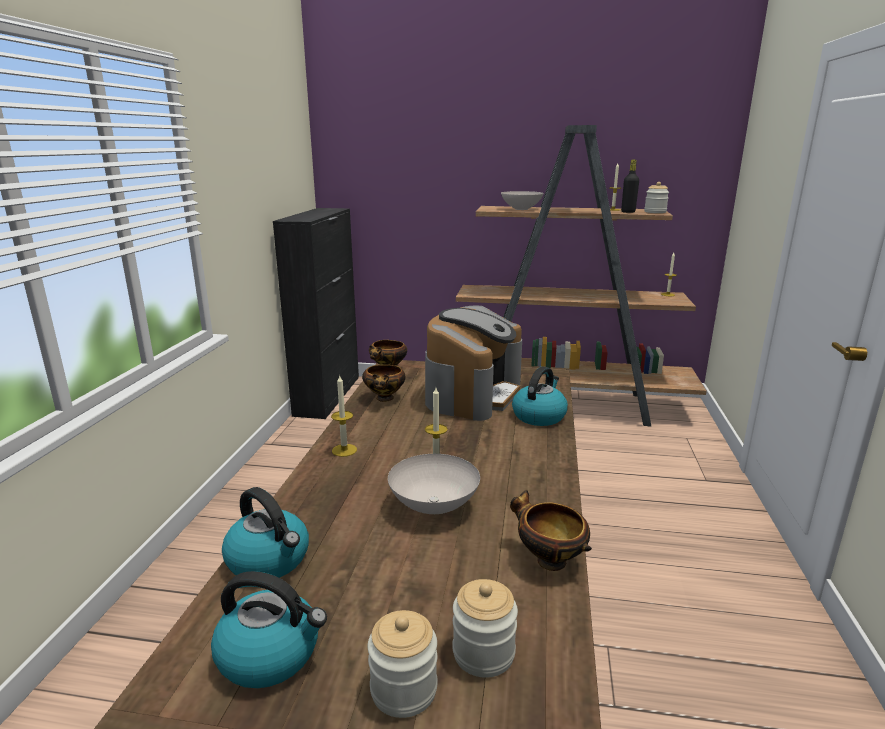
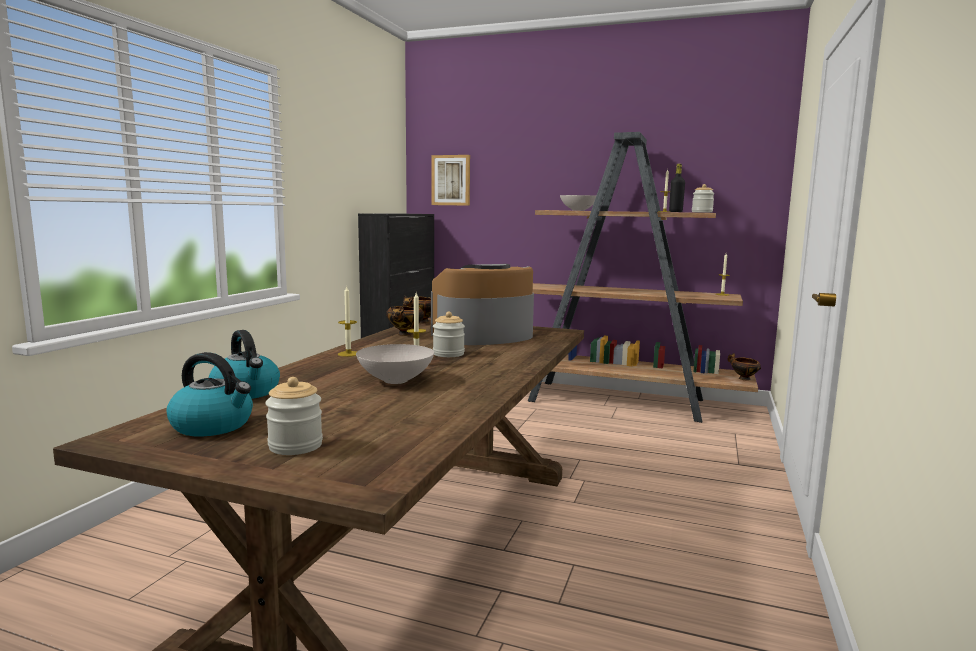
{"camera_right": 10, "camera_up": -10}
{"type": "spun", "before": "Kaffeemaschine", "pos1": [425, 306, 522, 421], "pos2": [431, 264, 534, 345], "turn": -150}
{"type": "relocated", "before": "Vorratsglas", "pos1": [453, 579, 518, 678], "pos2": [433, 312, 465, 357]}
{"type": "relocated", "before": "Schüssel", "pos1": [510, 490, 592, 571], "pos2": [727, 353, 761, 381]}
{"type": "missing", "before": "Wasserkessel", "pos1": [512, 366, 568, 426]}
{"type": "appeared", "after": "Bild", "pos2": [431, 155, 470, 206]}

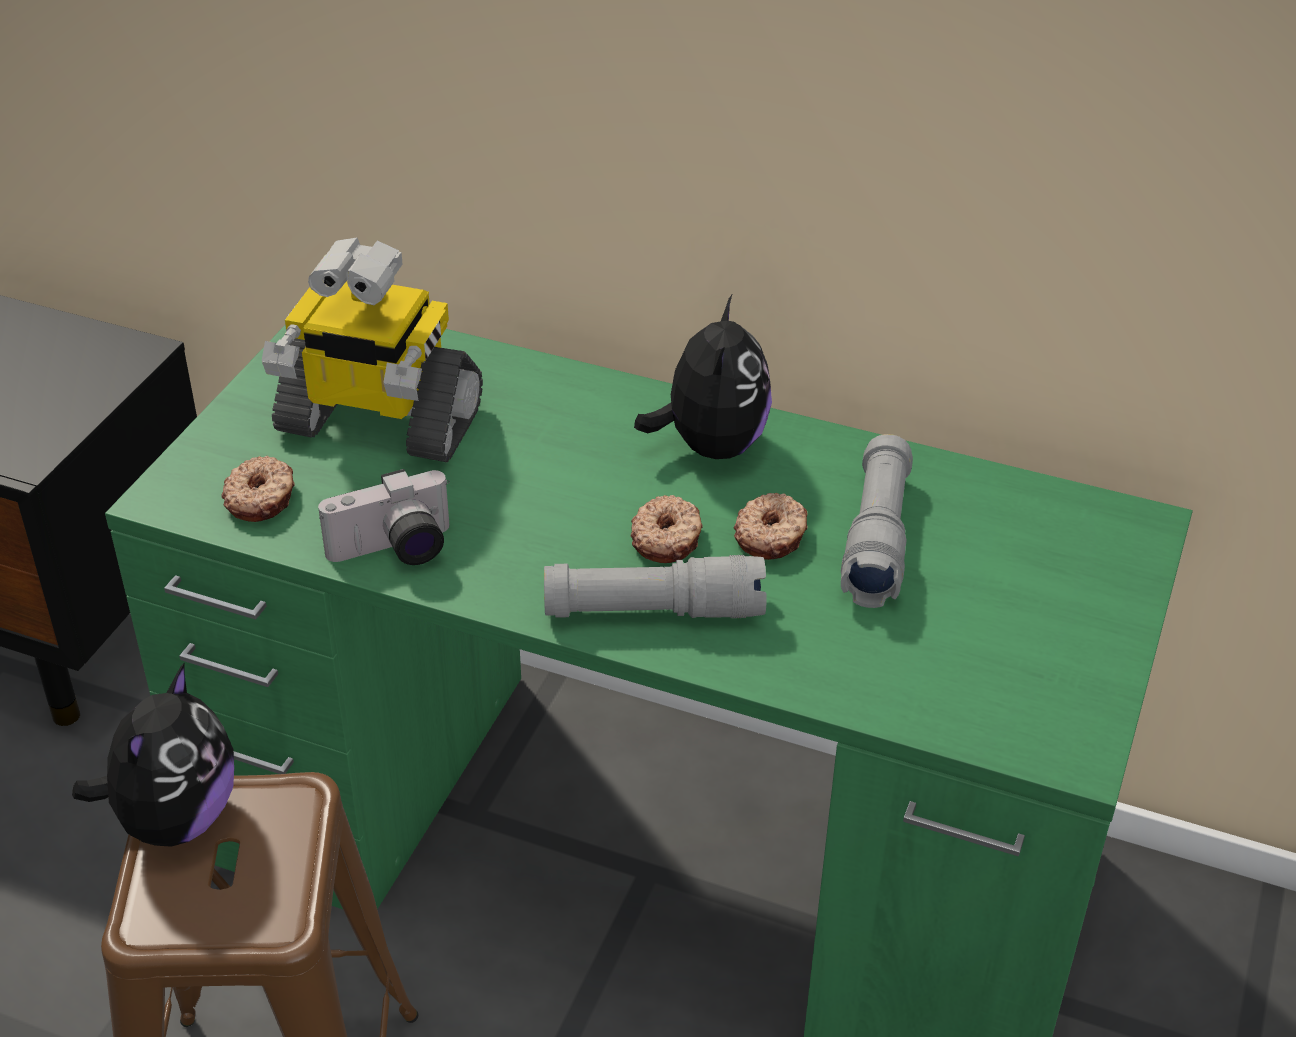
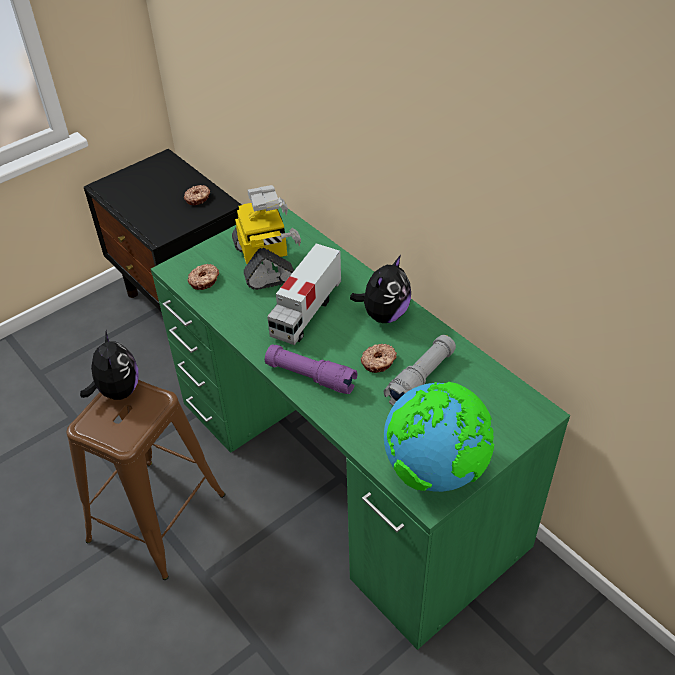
{"camera_right": 30, "camera_up": 5}
{"type": "spun", "before": "Plüschtier", "pos1": [72, 663, 234, 847], "pos2": [80, 330, 139, 400], "turn": -60}
{"type": "spun", "before": "Spielzeugroboter", "pos1": [262, 238, 483, 462], "pos2": [232, 185, 301, 290], "turn": -150}
{"type": "missing", "before": "Kamera", "pos1": [318, 469, 450, 565]}
{"type": "colour", "before": "Taschenlampe [grau]", "after": "Taschenlampe [lila]", "pos1": [544, 555, 767, 618], "pos2": [265, 344, 357, 394]}
{"type": "relocated", "before": "Donut", "pos1": [631, 495, 703, 563], "pos2": [184, 185, 210, 205]}
{"type": "appeared", "after": "Spielzeuglaster", "pos2": [267, 244, 341, 345]}
{"type": "appeared", "after": "Globus", "pos2": [384, 382, 494, 492]}

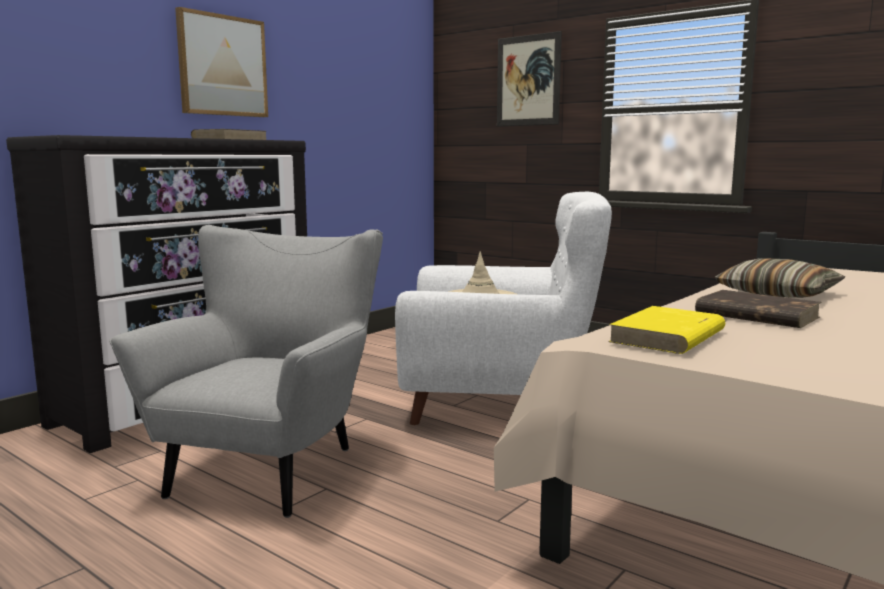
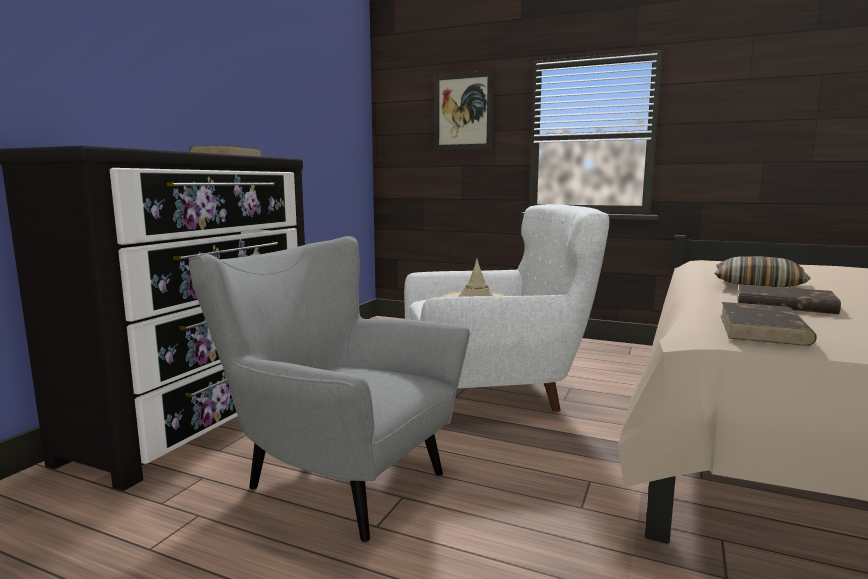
{"camera_right": -15, "camera_up": 0}
{"type": "spun", "before": "Sessel [grau]", "pos1": [109, 225, 383, 518], "pos2": [189, 236, 470, 543], "turn": -60}
{"type": "missing", "before": "Bild", "pos1": [175, 7, 268, 117]}
{"type": "colour", "before": "Buch [gelb]", "after": "Buch [braun]", "pos1": [608, 306, 725, 354], "pos2": [720, 302, 817, 346]}

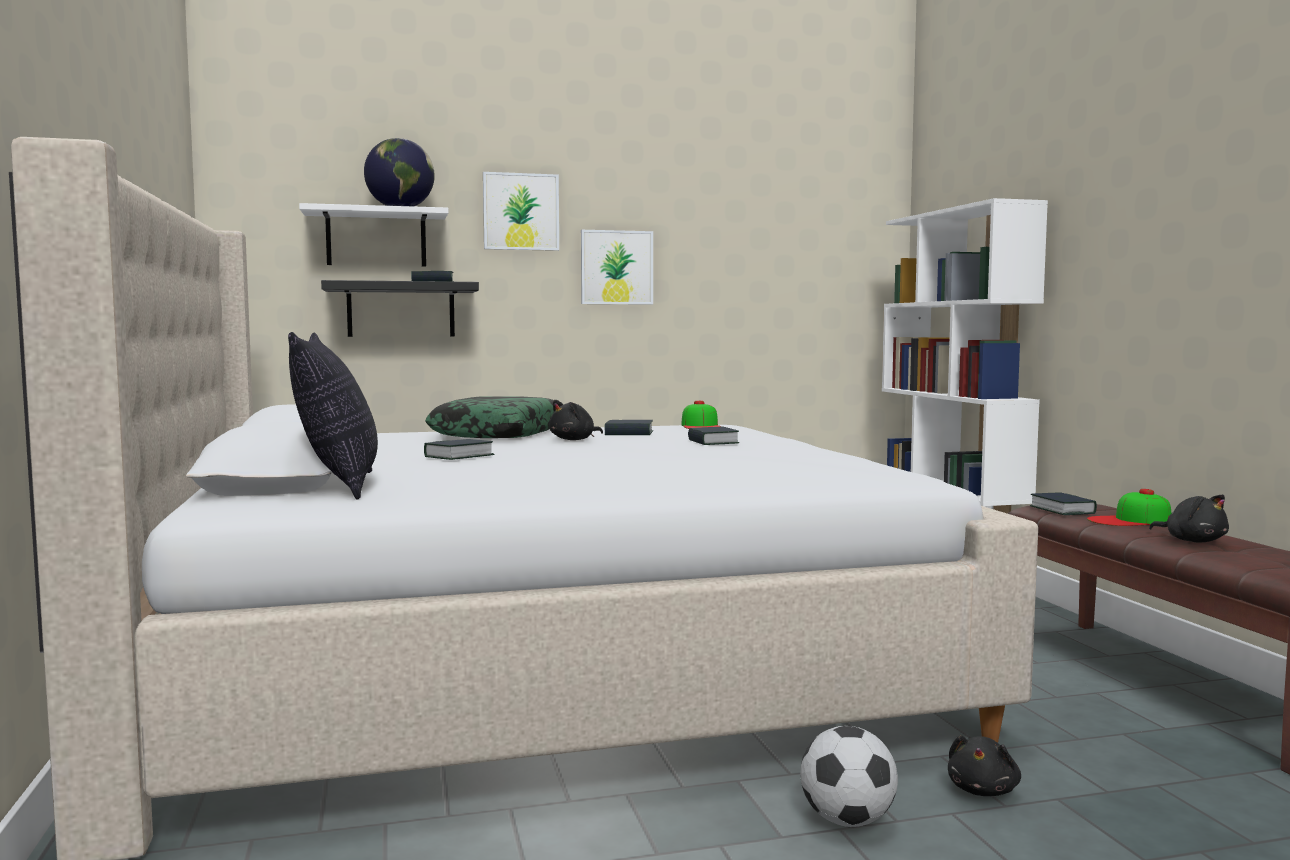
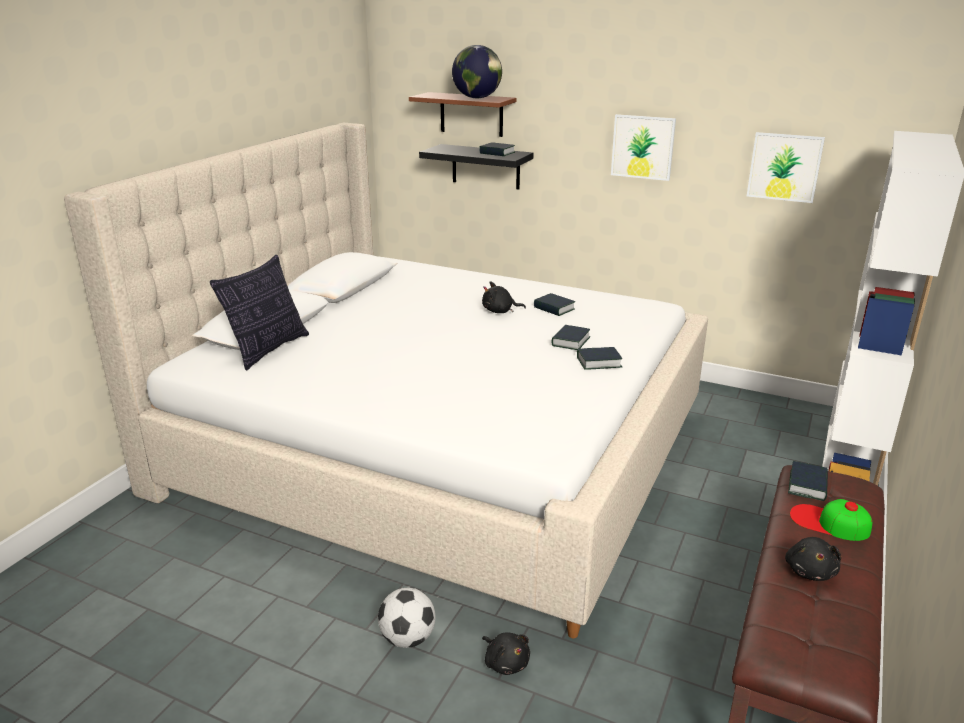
{"camera_right": 40, "camera_up": 20}
{"type": "colour", "before": "Wandregal [weiß]", "after": "Wandregal [braun]", "pos1": [299, 203, 449, 267], "pos2": [409, 92, 516, 137]}
{"type": "relocated", "before": "Buch", "pos1": [424, 439, 495, 460], "pos2": [577, 347, 622, 370]}
{"type": "missing", "before": "Kissen", "pos1": [425, 396, 554, 438]}
{"type": "relocated", "before": "Bild", "pos1": [483, 172, 559, 251], "pos2": [747, 132, 825, 203]}
{"type": "missing", "before": "Kappe", "pos1": [681, 401, 722, 429]}
{"type": "spun", "before": "Plüschtier [schwarz]", "pos1": [948, 735, 1021, 796], "pos2": [482, 632, 530, 675], "turn": -105}

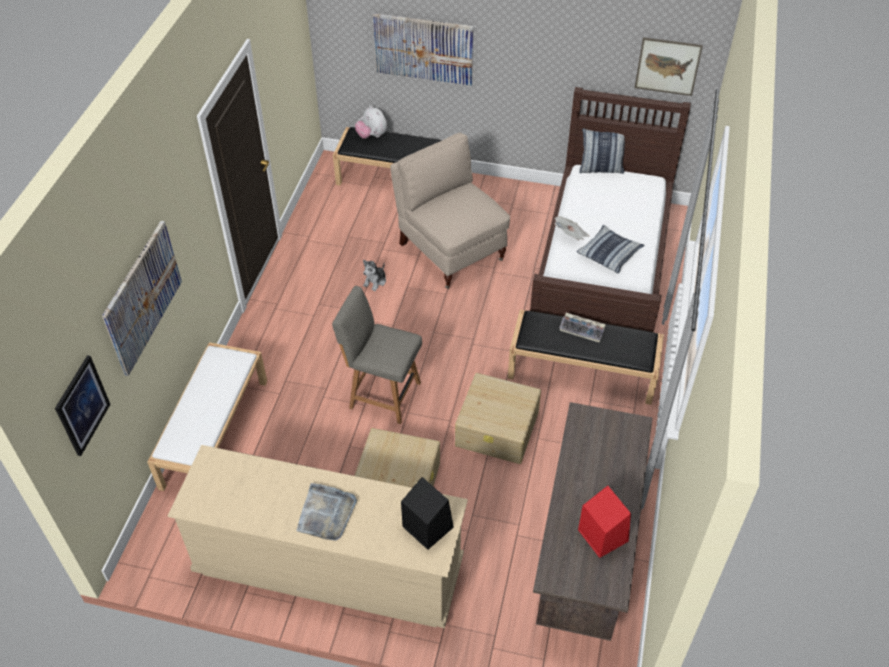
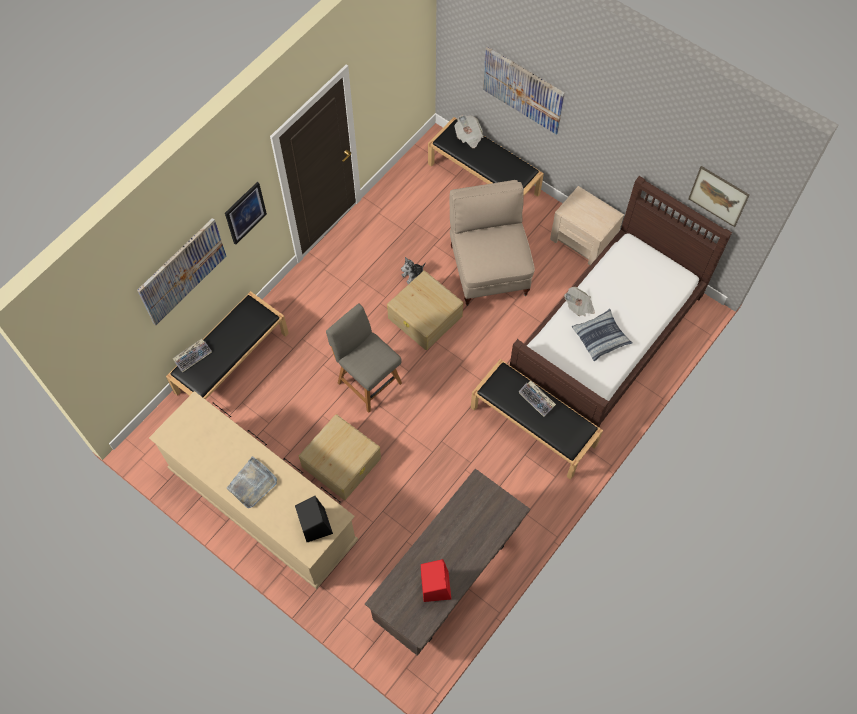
{"camera_right": 25, "camera_up": 15}
{"type": "relocated", "before": "Bild", "pos1": [55, 355, 110, 456], "pos2": [225, 182, 267, 245]}
{"type": "colour", "before": "Bank [weiß]", "after": "Bank [schwarz]", "pos1": [147, 342, 267, 491], "pos2": [166, 291, 289, 400]}
{"type": "exchanged", "before": "Plüschtier", "after": "Zeitung", "pos1": [355, 106, 387, 139], "pos2": [454, 115, 484, 148]}
{"type": "relocated", "before": "Aufbewahrungsbox [beige]", "pos1": [455, 373, 541, 464], "pos2": [387, 271, 464, 350]}
{"type": "missing", "before": "Kissen", "pos1": [579, 128, 625, 174]}
{"type": "appeared", "after": "Tastatur", "pos2": [172, 339, 212, 372]}
{"type": "appeared", "after": "Nachttisch [beige]", "pos2": [550, 186, 624, 265]}

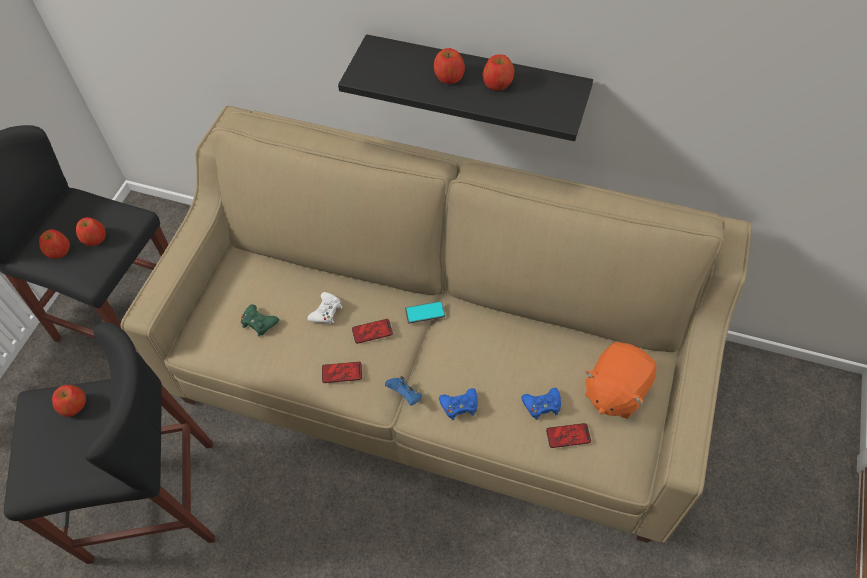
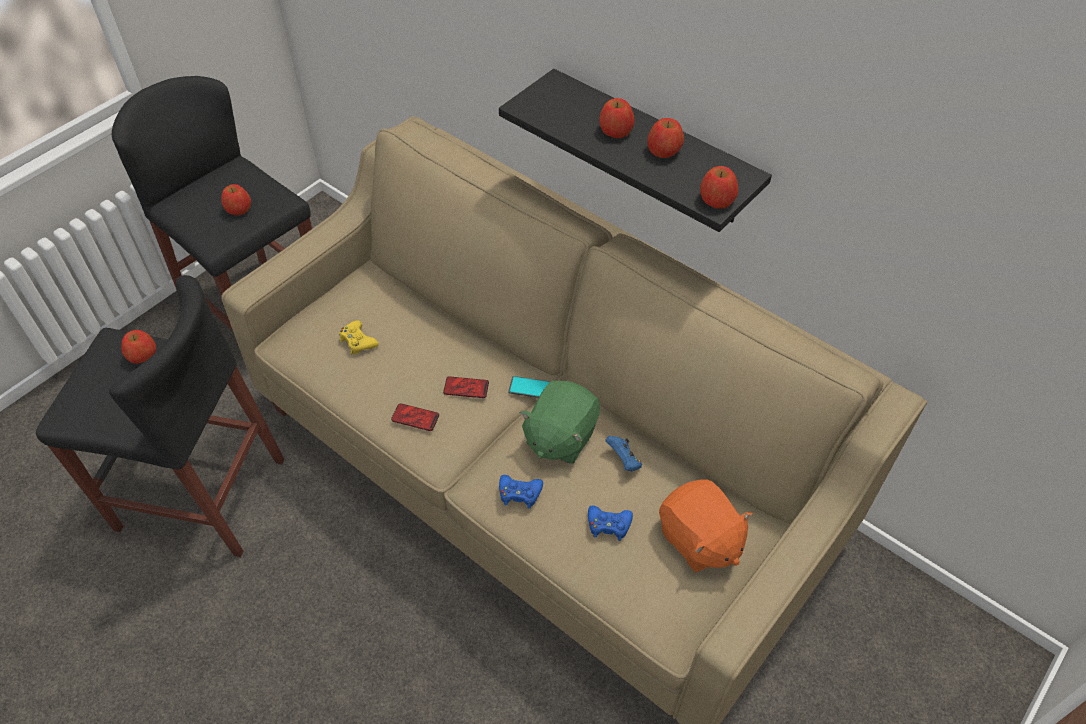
{"camera_right": 20, "camera_up": -5}
{"type": "relocated", "before": "Apfel", "pos1": [39, 229, 70, 259], "pos2": [700, 166, 738, 209]}
{"type": "colour", "before": "Gamepad [grün]", "after": "Gamepad [gelb]", "pos1": [241, 304, 279, 337], "pos2": [339, 320, 379, 355]}
{"type": "missing", "before": "Gamepad [weiß]", "pos1": [307, 292, 343, 324]}
{"type": "relocated", "before": "Gamepad [blau]", "pos1": [385, 376, 422, 405], "pos2": [605, 436, 642, 471]}
{"type": "missing", "before": "Handy", "pos1": [546, 423, 591, 448]}
{"type": "spun", "before": "Plüschtier [orange]", "pos1": [585, 342, 657, 419], "pos2": [659, 479, 753, 572], "turn": -90}
{"type": "appeared", "after": "Plüschtier [grün]", "pos2": [519, 381, 600, 464]}

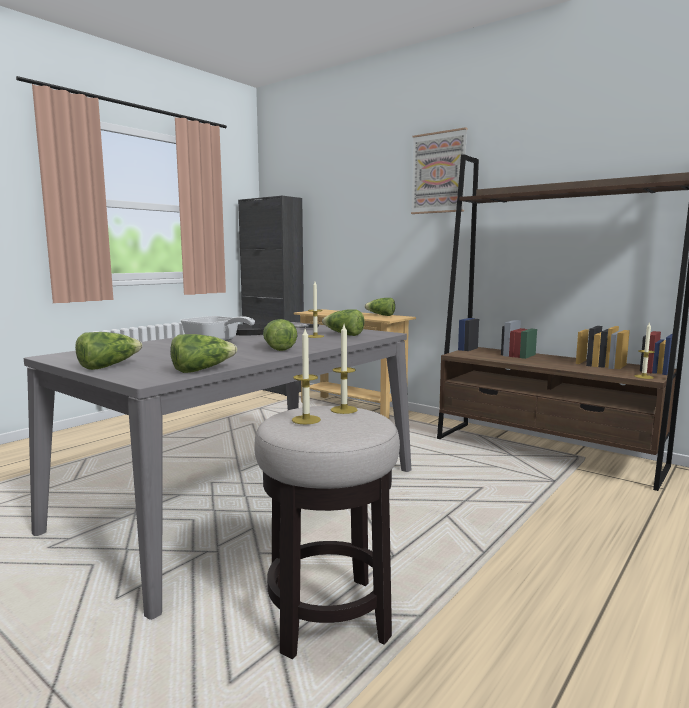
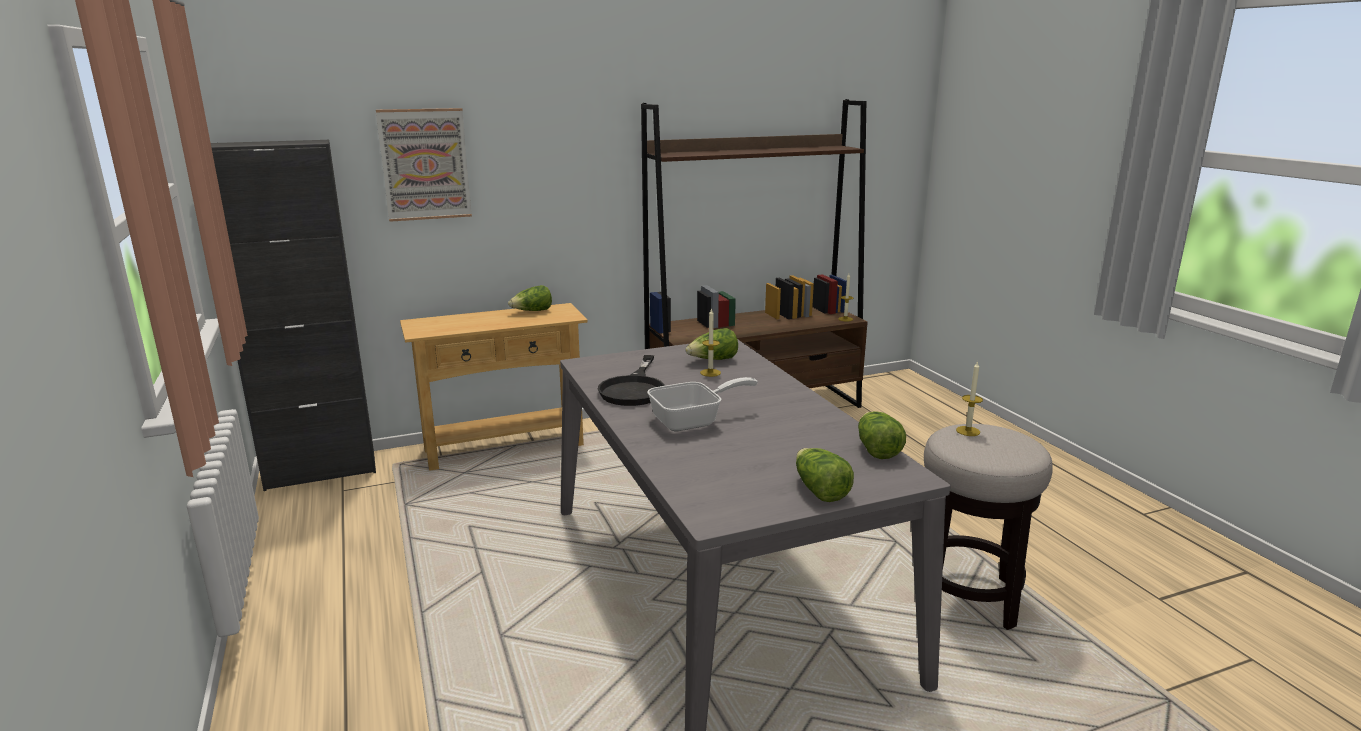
{"camera_right": -60, "camera_up": 10}
{"type": "missing", "before": "Salatkopf", "pos1": [263, 319, 297, 351]}
{"type": "missing", "before": "Kerze", "pos1": [292, 329, 321, 424]}
{"type": "relocated", "before": "Bild", "pos1": [411, 127, 467, 214], "pos2": [376, 108, 472, 222]}

